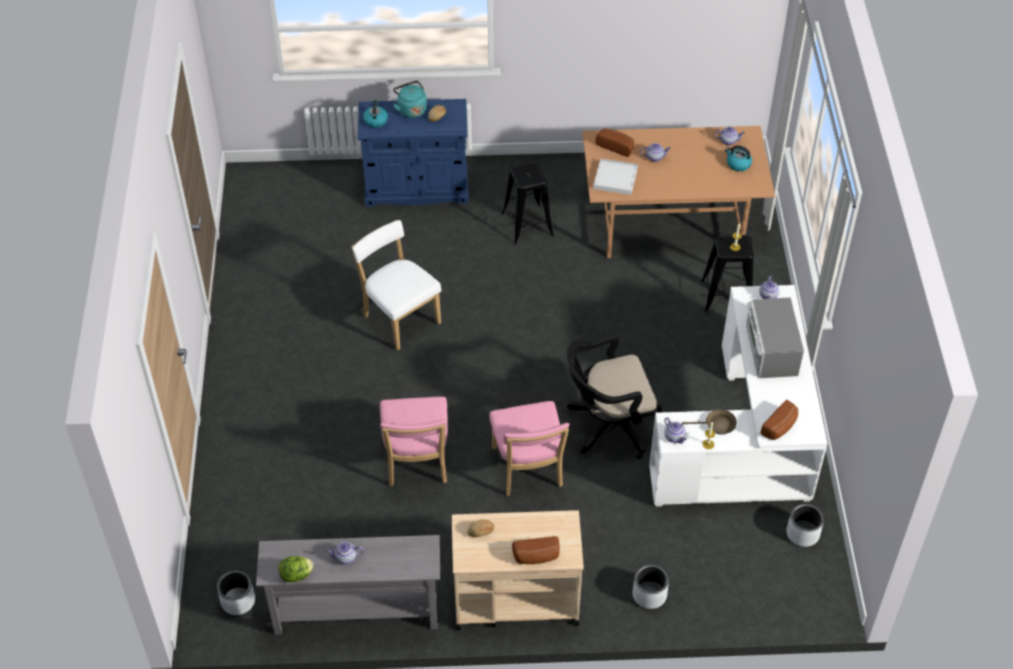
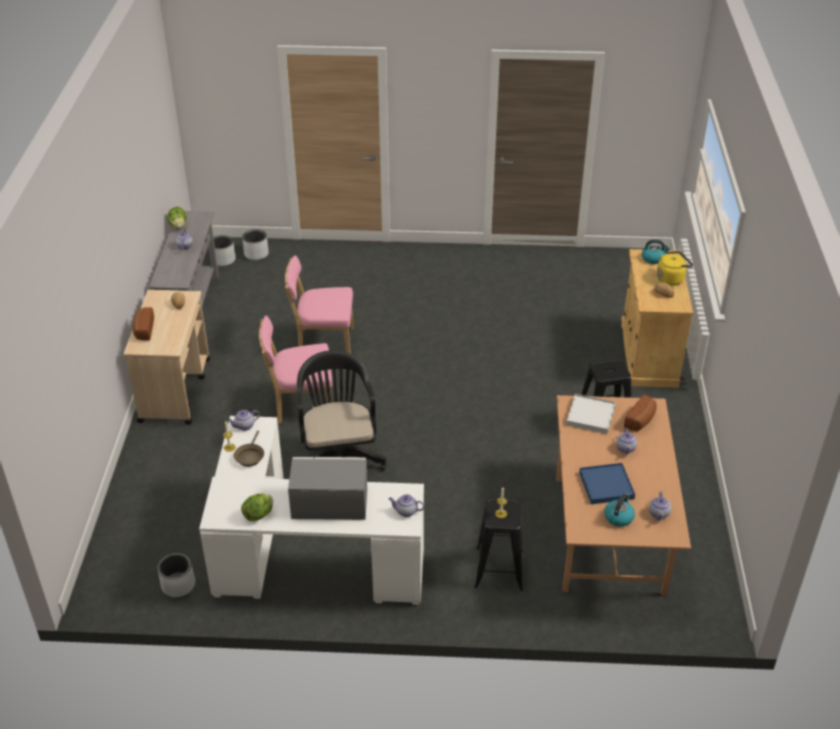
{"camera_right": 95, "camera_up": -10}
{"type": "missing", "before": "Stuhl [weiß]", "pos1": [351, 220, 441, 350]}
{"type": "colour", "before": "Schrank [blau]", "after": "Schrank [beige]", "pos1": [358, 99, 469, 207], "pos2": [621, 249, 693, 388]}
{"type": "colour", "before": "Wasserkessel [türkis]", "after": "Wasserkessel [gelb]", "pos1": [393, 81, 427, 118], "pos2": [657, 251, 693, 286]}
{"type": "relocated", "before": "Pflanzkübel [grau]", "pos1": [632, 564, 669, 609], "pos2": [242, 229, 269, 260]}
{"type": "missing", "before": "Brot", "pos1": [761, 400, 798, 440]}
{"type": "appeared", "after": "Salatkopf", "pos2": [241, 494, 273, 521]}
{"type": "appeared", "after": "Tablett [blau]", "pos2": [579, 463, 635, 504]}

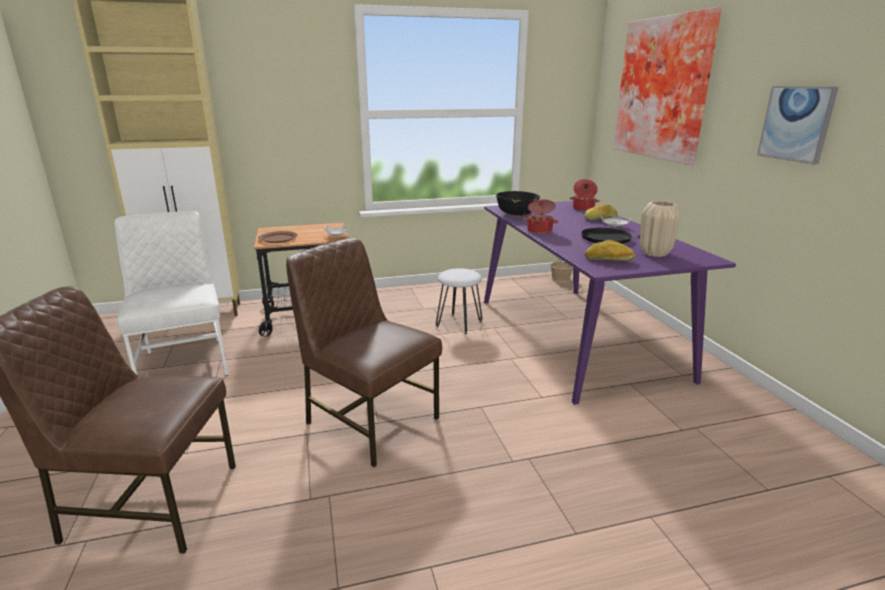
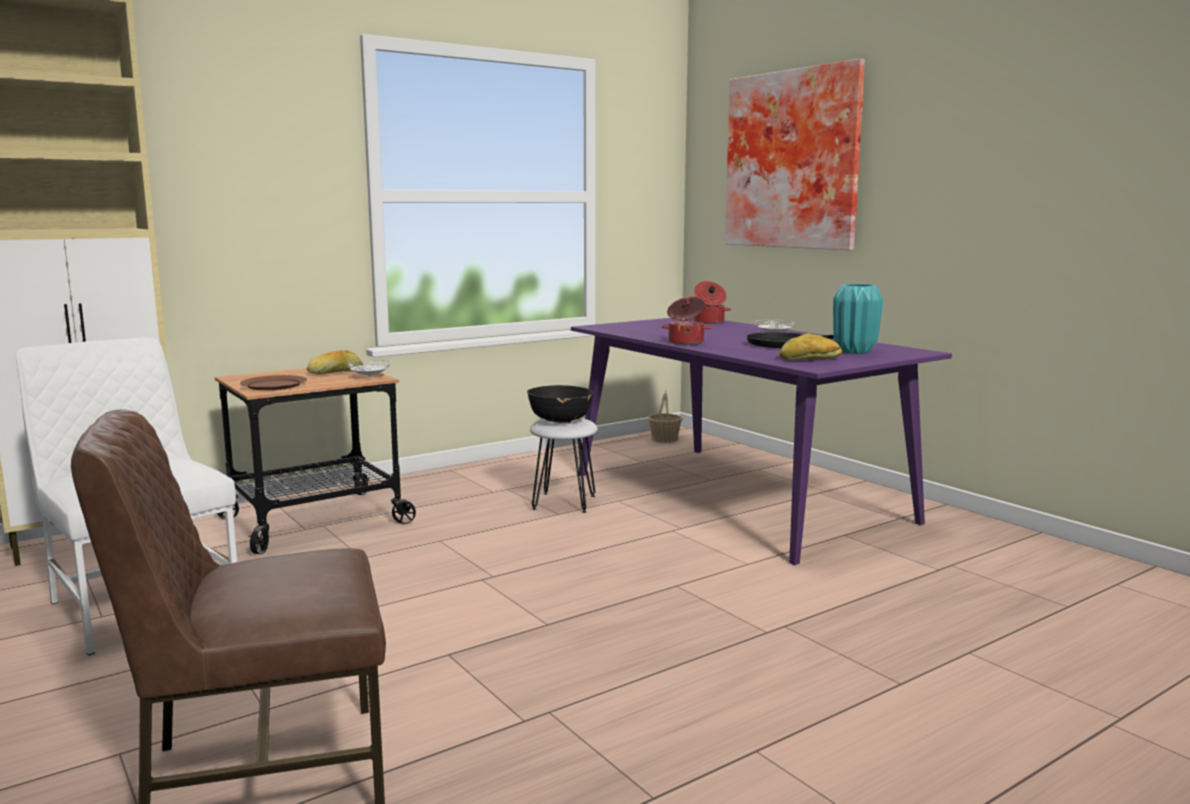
{"camera_right": -20, "camera_up": -10}
{"type": "missing", "before": "Stuhl [braun]", "pos1": [286, 238, 442, 467]}
{"type": "relocated", "before": "Schüssel [schwarz]", "pos1": [496, 191, 540, 217], "pos2": [527, 385, 594, 423]}
{"type": "relocated", "before": "Brot", "pos1": [584, 205, 618, 220], "pos2": [307, 350, 363, 375]}
{"type": "colour", "before": "Vase [beige]", "after": "Vase [türkis]", "pos1": [640, 201, 681, 257], "pos2": [833, 284, 883, 354]}
{"type": "missing", "before": "Bild", "pos1": [757, 86, 839, 164]}

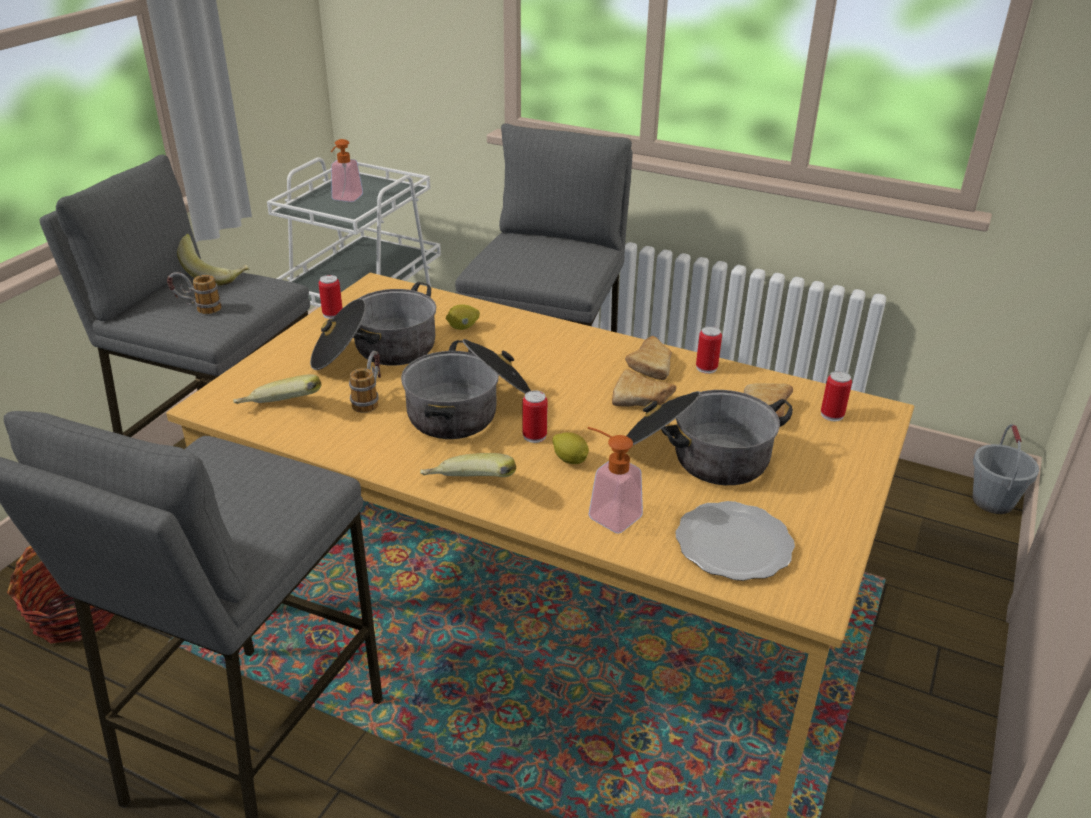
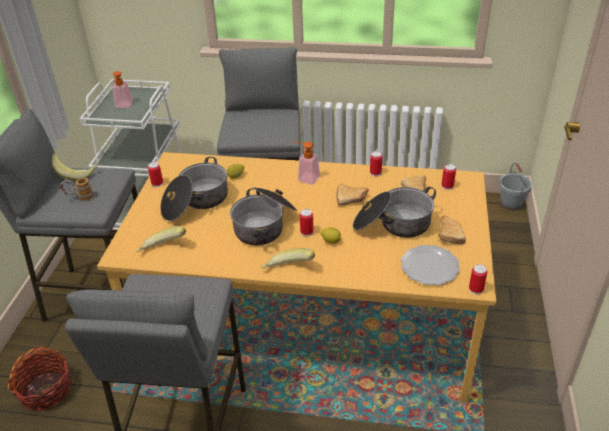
{"camera_right": -15, "camera_up": 5}
{"type": "missing", "before": "Henkelbecher", "pos1": [349, 351, 381, 413]}
{"type": "relocated", "before": "Seifenspender", "pos1": [588, 427, 643, 534], "pos2": [292, 141, 320, 184]}
{"type": "relocated", "before": "Brot", "pos1": [625, 336, 672, 380], "pos2": [438, 215, 466, 244]}
{"type": "appeared", "after": "Dose", "pos2": [469, 264, 487, 295]}

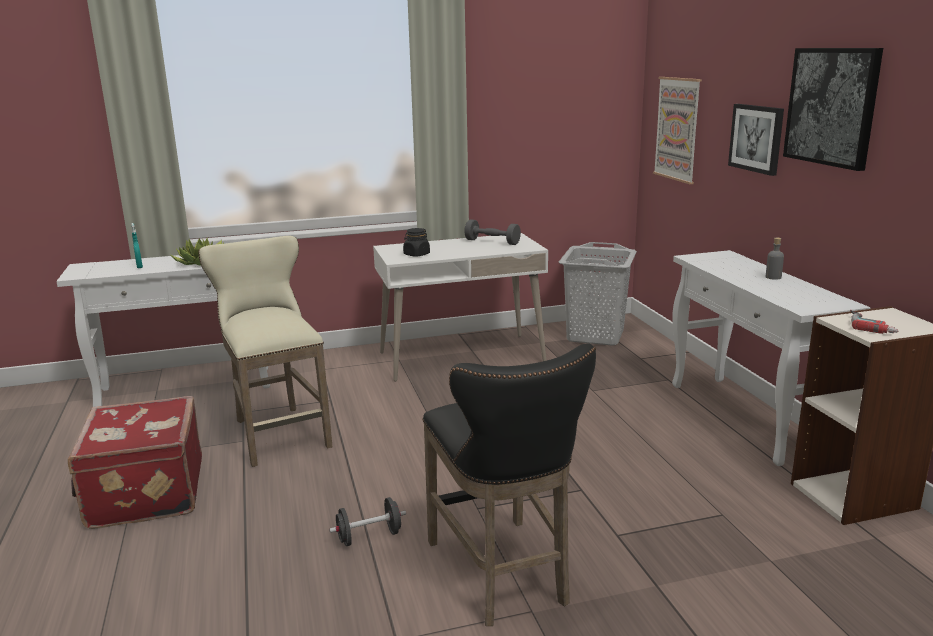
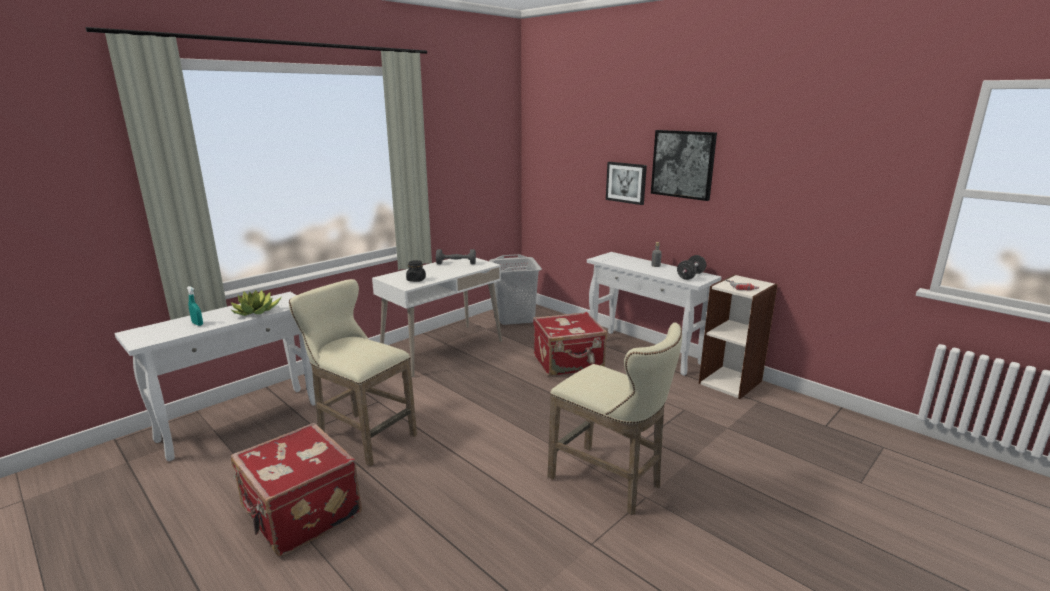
{"camera_right": -30, "camera_up": 0}
{"type": "relocated", "before": "Hantel [schwarz]", "pos1": [329, 497, 406, 546], "pos2": [677, 255, 706, 280]}
{"type": "colour", "before": "Hocker [schwarz]", "after": "Hocker [beige]", "pos1": [423, 343, 596, 626], "pos2": [548, 323, 682, 515]}
{"type": "missing", "before": "Bild", "pos1": [653, 77, 702, 184]}
{"type": "appeared", "after": "Koffer [rot]", "pos2": [533, 312, 607, 376]}

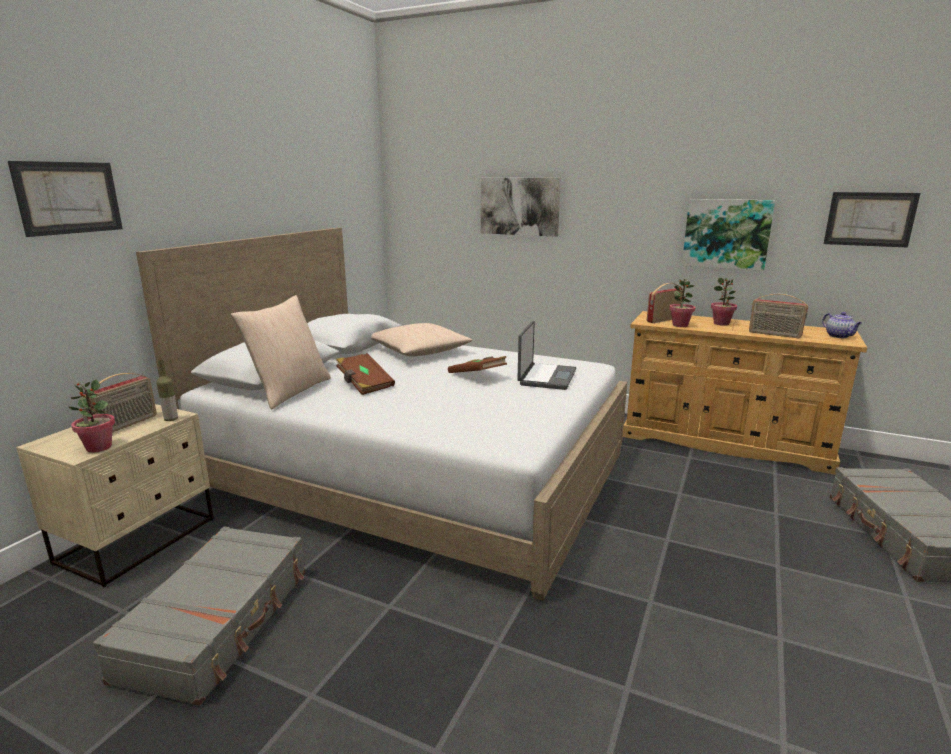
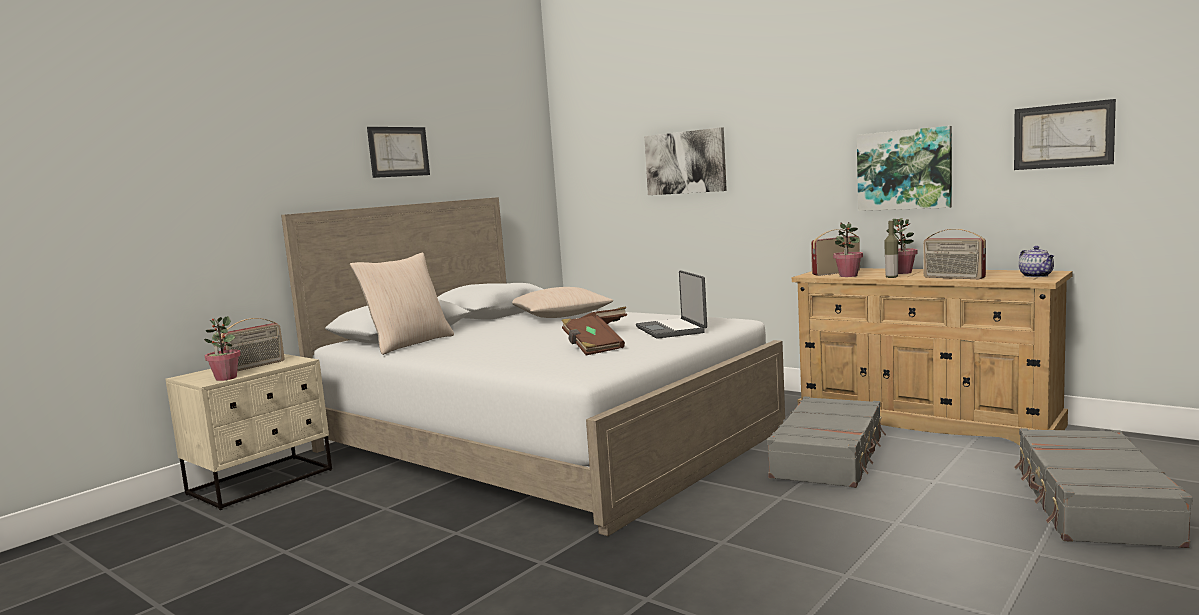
{"camera_right": 15, "camera_up": -10}
{"type": "relocated", "before": "Bild", "pos1": [8, 161, 123, 237], "pos2": [367, 127, 430, 178]}
{"type": "relocated", "before": "Koffer [grau]", "pos1": [93, 526, 305, 706], "pos2": [767, 396, 886, 488]}
{"type": "relocated", "before": "Flasche", "pos1": [156, 360, 178, 421], "pos2": [884, 221, 898, 278]}
{"type": "relocated", "before": "Buch [braun]", "pos1": [336, 353, 395, 395], "pos2": [561, 315, 625, 355]}
{"type": "spun", "before": "Laptop", "pos1": [517, 321, 577, 390], "pos2": [636, 270, 707, 339], "turn": 135}

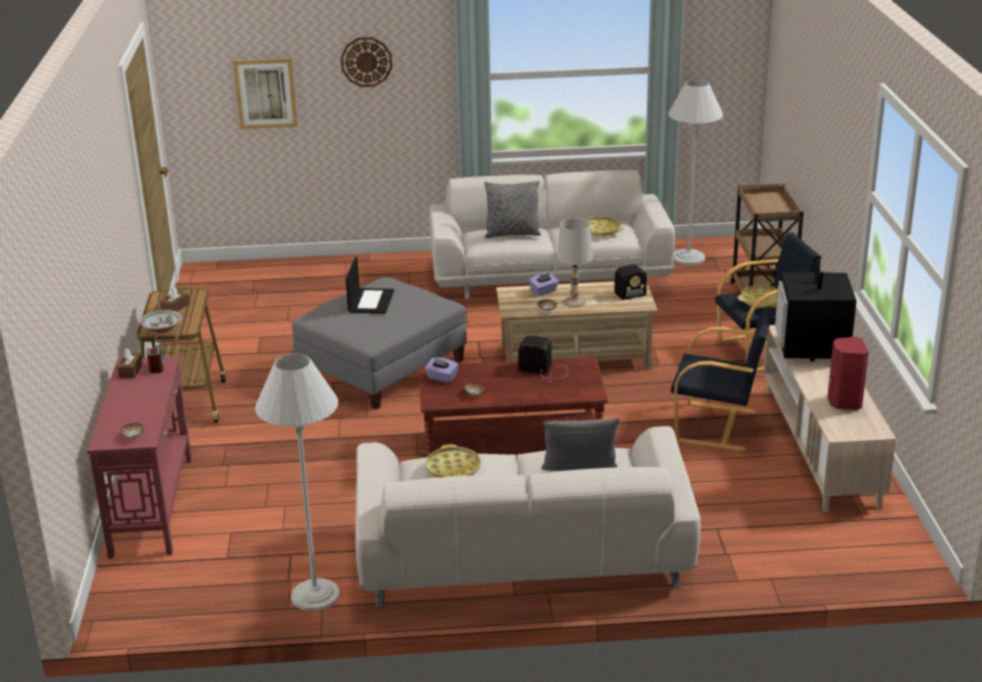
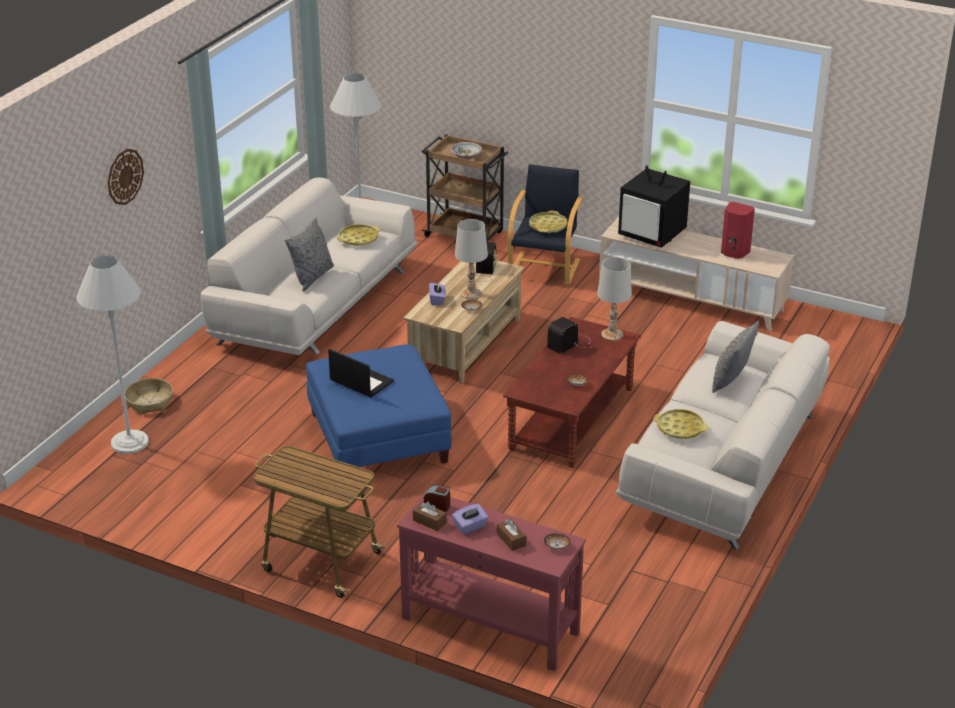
{"camera_right": -60, "camera_up": 5}
{"type": "relocated", "before": "Schüssel", "pos1": [140, 310, 181, 333], "pos2": [451, 142, 482, 160]}
{"type": "relocated", "before": "Taschentuchbox [braun]", "pos1": [160, 287, 190, 312], "pos2": [497, 519, 526, 551]}
{"type": "missing", "before": "Bild", "pos1": [233, 58, 298, 129]}
{"type": "relocated", "before": "Stehlampe [weiß]", "pos1": [255, 353, 340, 611], "pos2": [76, 255, 149, 454]}
{"type": "colour", "before": "Polsterhocker [grau]", "after": "Polsterhocker [blau]", "pos1": [292, 277, 467, 410], "pos2": [306, 344, 452, 467]}
{"type": "relocated", "before": "Taschentuchbox [lila]", "pos1": [425, 357, 458, 383], "pos2": [452, 504, 488, 535]}
{"type": "missing", "before": "Sessel [schwarz]", "pos1": [671, 307, 775, 451]}
{"type": "appeared", "after": "Korb", "pos2": [125, 378, 173, 415]}
{"type": "appeared", "after": "Tischlampe [weiß]", "pos2": [597, 257, 632, 341]}

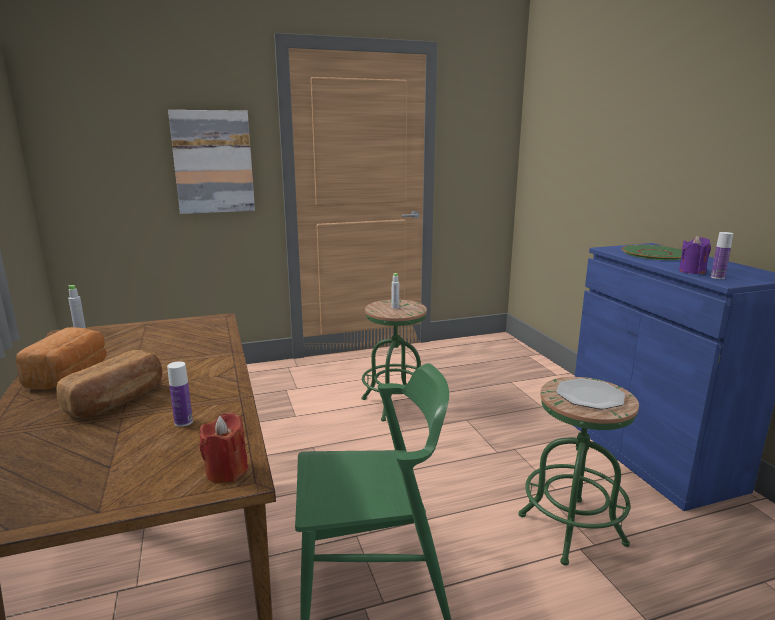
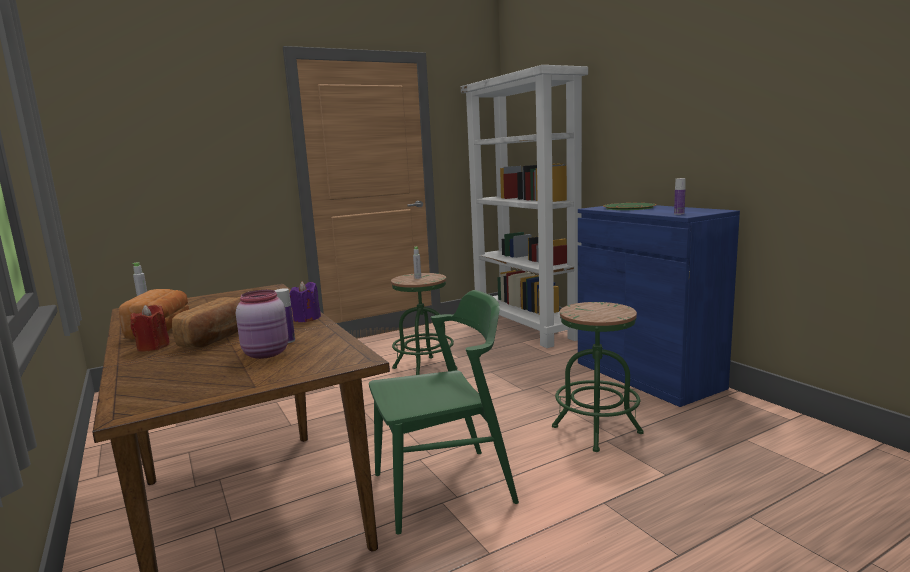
{"camera_right": -10, "camera_up": -5}
{"type": "missing", "before": "Bild", "pos1": [168, 110, 255, 214]}
{"type": "relocated", "before": "Kerze [rot]", "pos1": [199, 412, 248, 483], "pos2": [130, 305, 170, 352]}
{"type": "missing", "before": "Teller", "pos1": [556, 378, 625, 409]}
{"type": "relocated", "before": "Kerze [lila]", "pos1": [679, 236, 711, 274], "pos2": [290, 281, 321, 322]}
{"type": "appeared", "after": "Vorratsglas [rosa]", "pos2": [236, 290, 289, 359]}
{"type": "appeared", "after": "Bücherregal [weiß]", "pos2": [461, 65, 588, 348]}

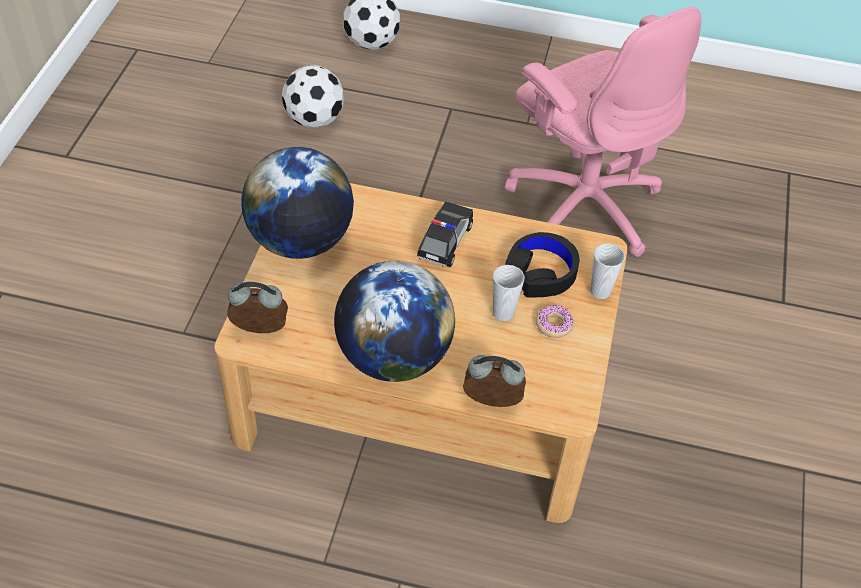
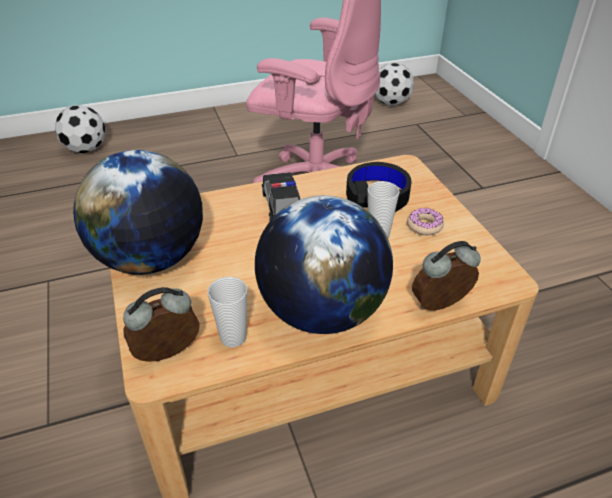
{"camera_right": -30, "camera_up": -10}
{"type": "relocated", "before": "Fußball", "pos1": [282, 65, 344, 128], "pos2": [375, 63, 414, 106]}
{"type": "relocated", "before": "Tasse", "pos1": [590, 243, 625, 299], "pos2": [208, 277, 247, 347]}

